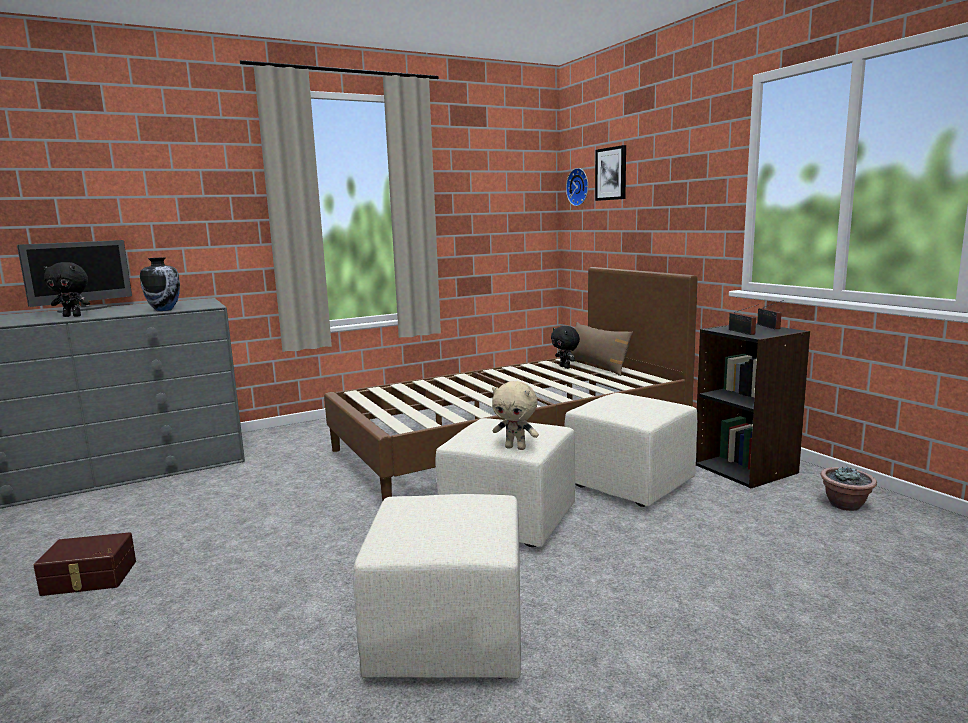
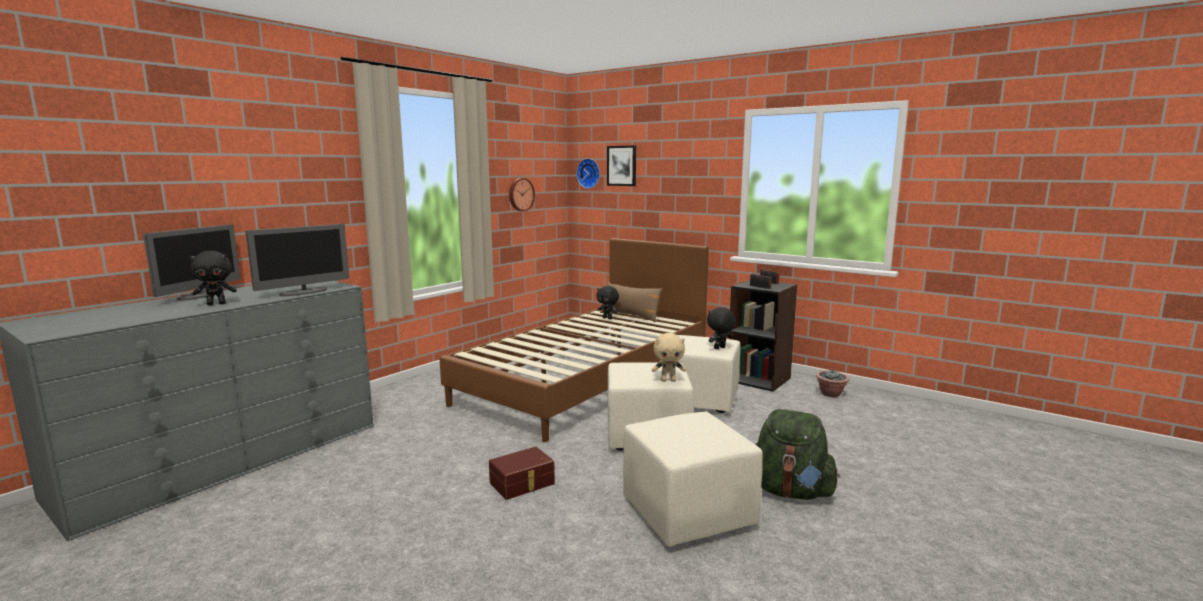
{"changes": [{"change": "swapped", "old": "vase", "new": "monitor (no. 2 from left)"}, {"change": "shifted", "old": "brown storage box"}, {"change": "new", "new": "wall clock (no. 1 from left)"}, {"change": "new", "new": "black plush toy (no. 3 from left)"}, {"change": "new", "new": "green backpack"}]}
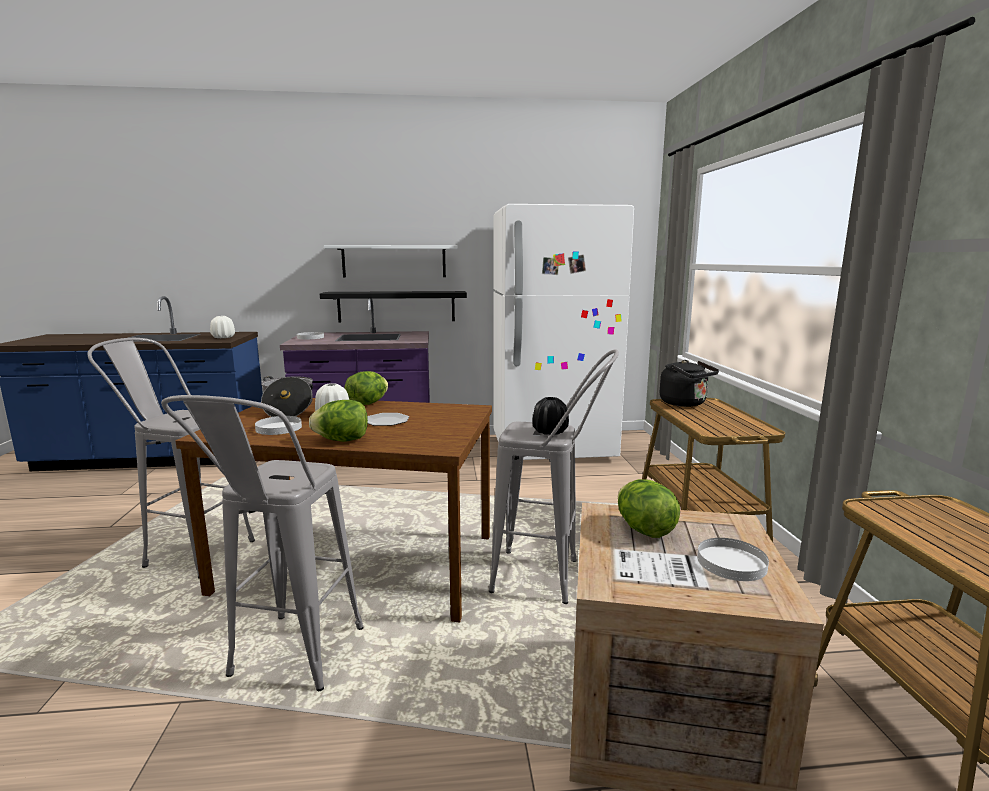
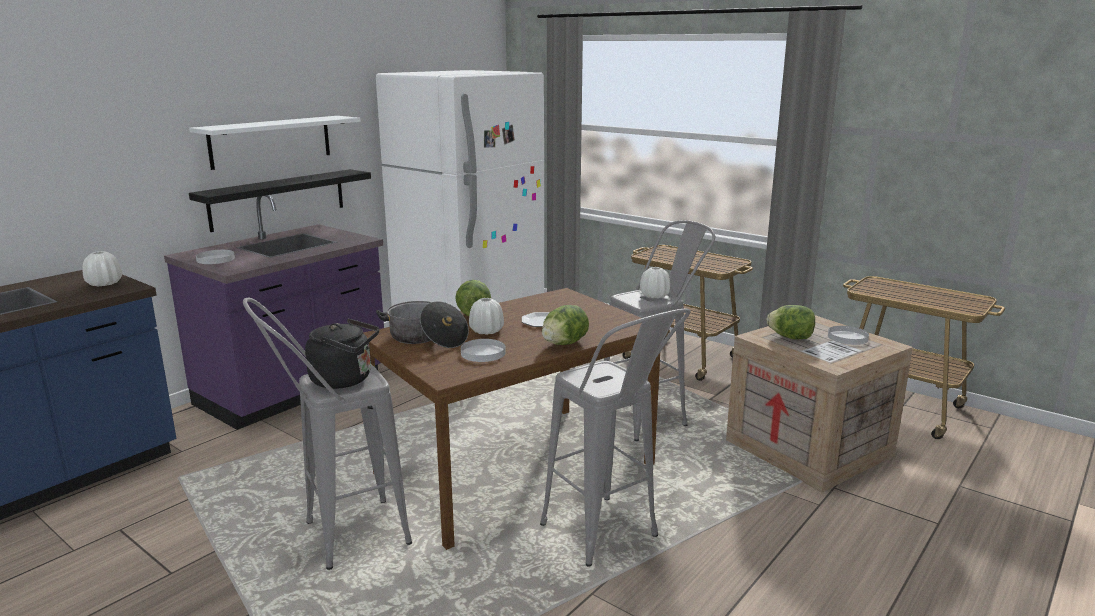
{"changes": [{"change": "shifted", "old": "black kettle"}, {"change": "repainted", "old": "black vase", "new": "white vase (no. 3 from left)"}]}
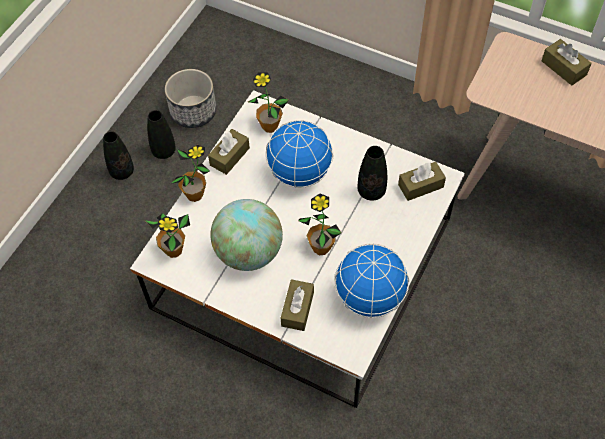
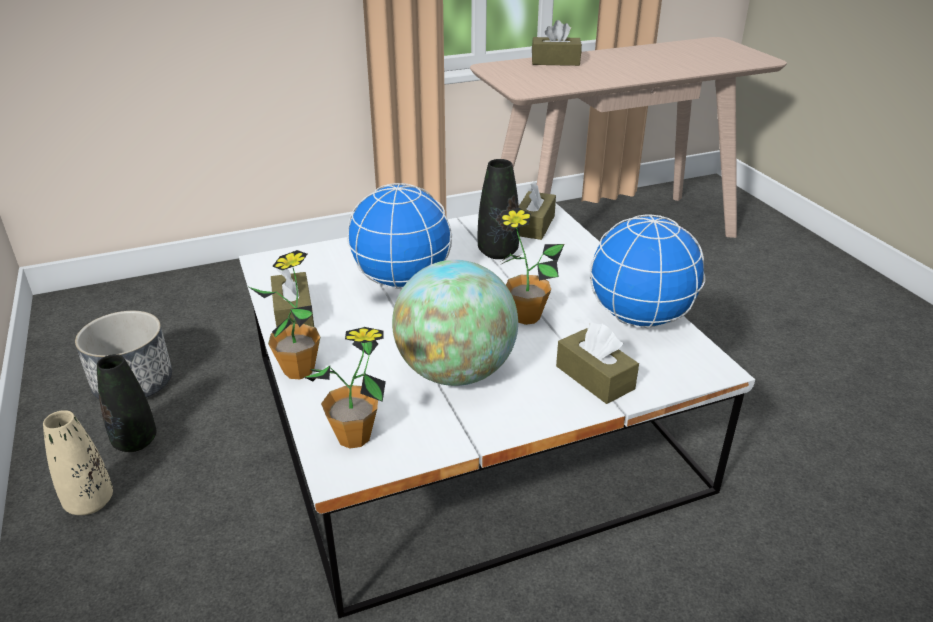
{"changes": [{"change": "repainted", "old": "black vase (no. 1 from left)", "new": "beige vase"}, {"change": "gone", "old": "potted plant (no. 3 from left)"}]}
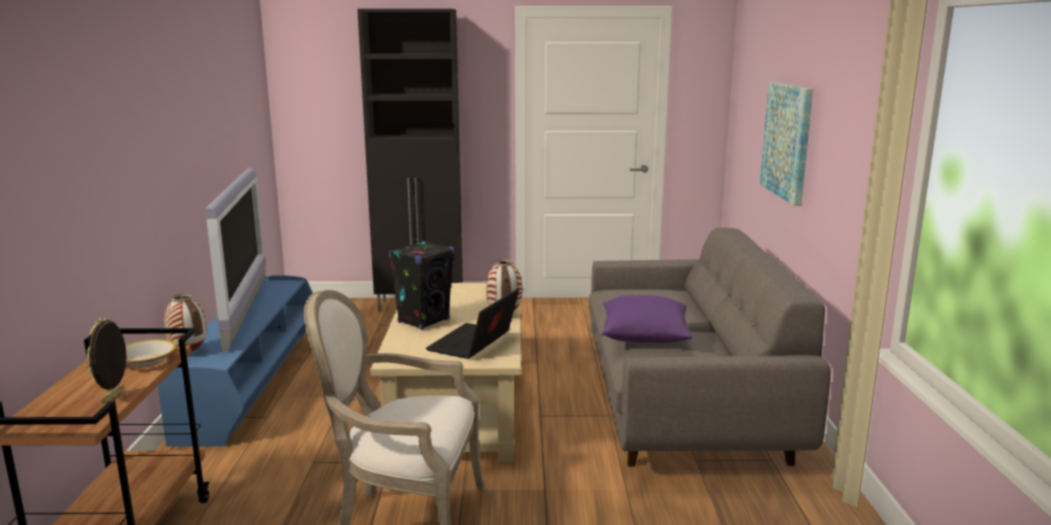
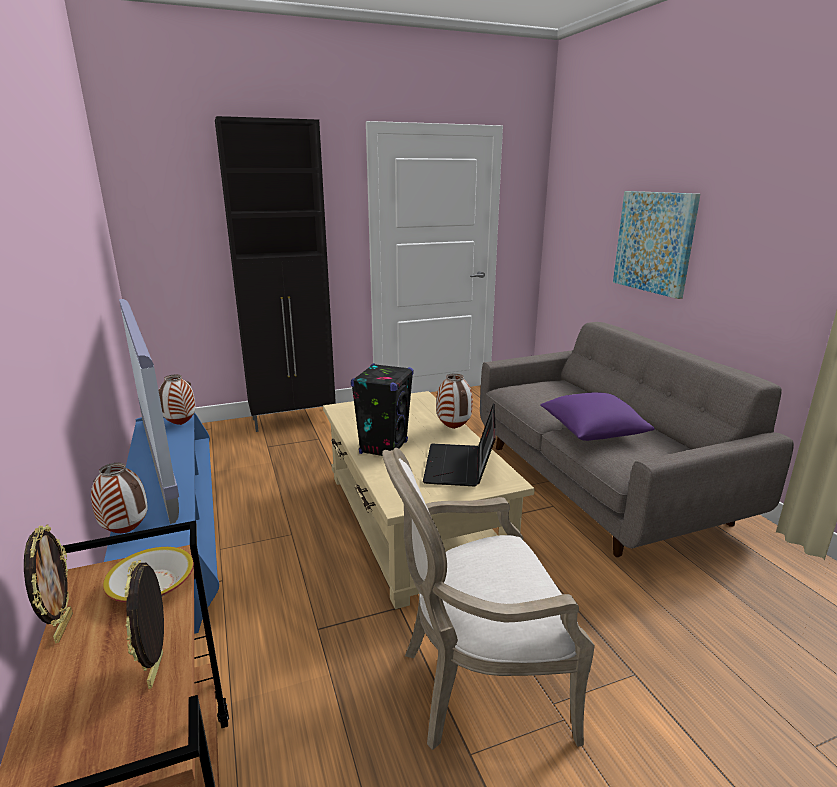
{"changes": [{"change": "new", "new": "picture frame (no. 1 from left)"}, {"change": "new", "new": "vase (no. 2 from left)"}]}
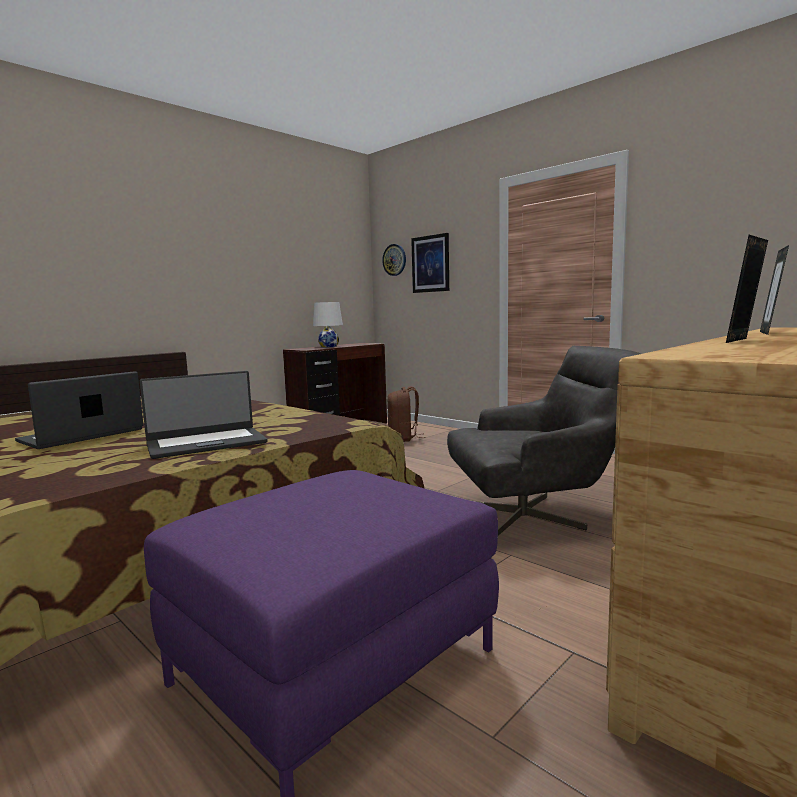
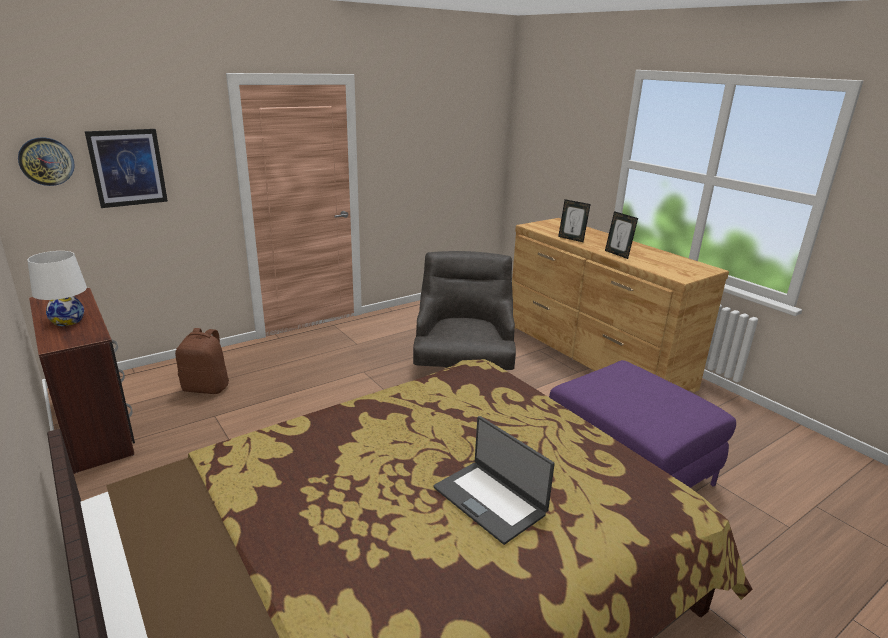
{"changes": [{"change": "gone", "old": "laptop (no. 2 from left)"}]}
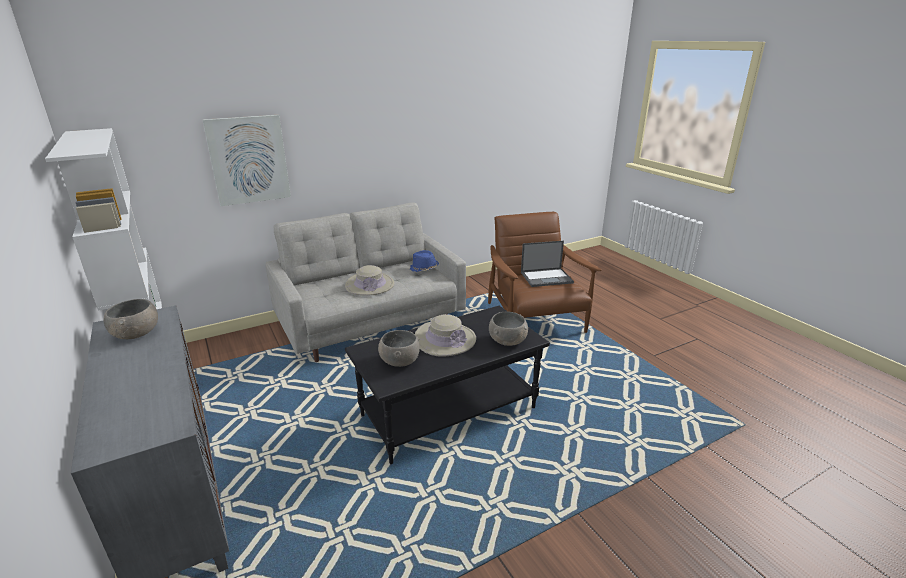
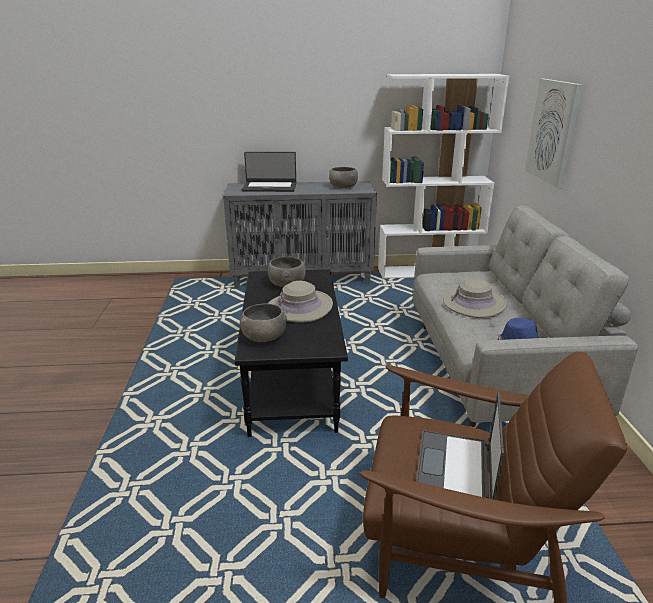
{"changes": [{"change": "new", "new": "laptop (no. 1 from left)"}]}
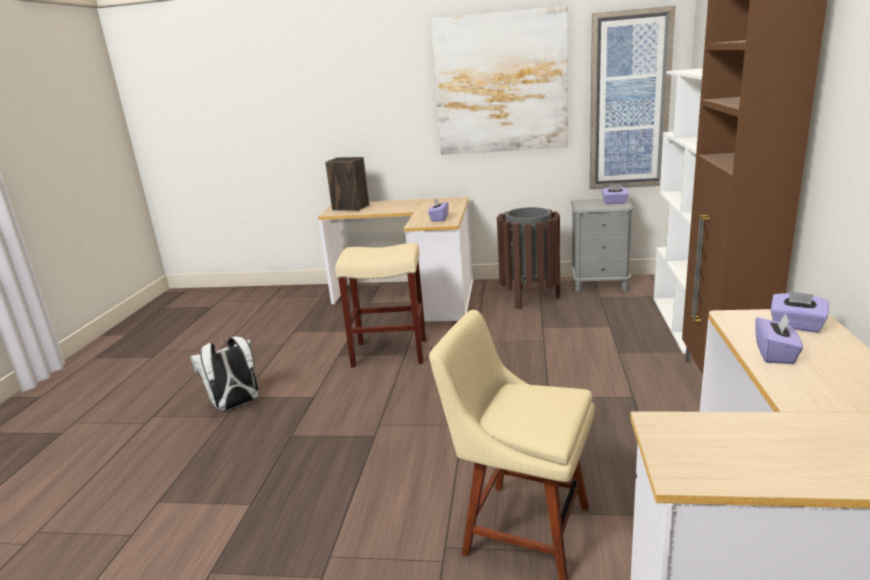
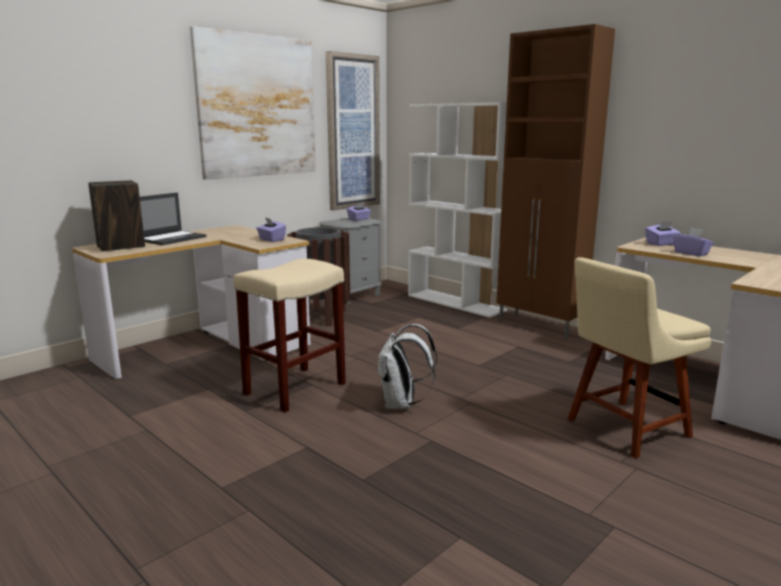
{"changes": [{"change": "new", "new": "laptop"}, {"change": "shifted", "old": "white backpack"}]}
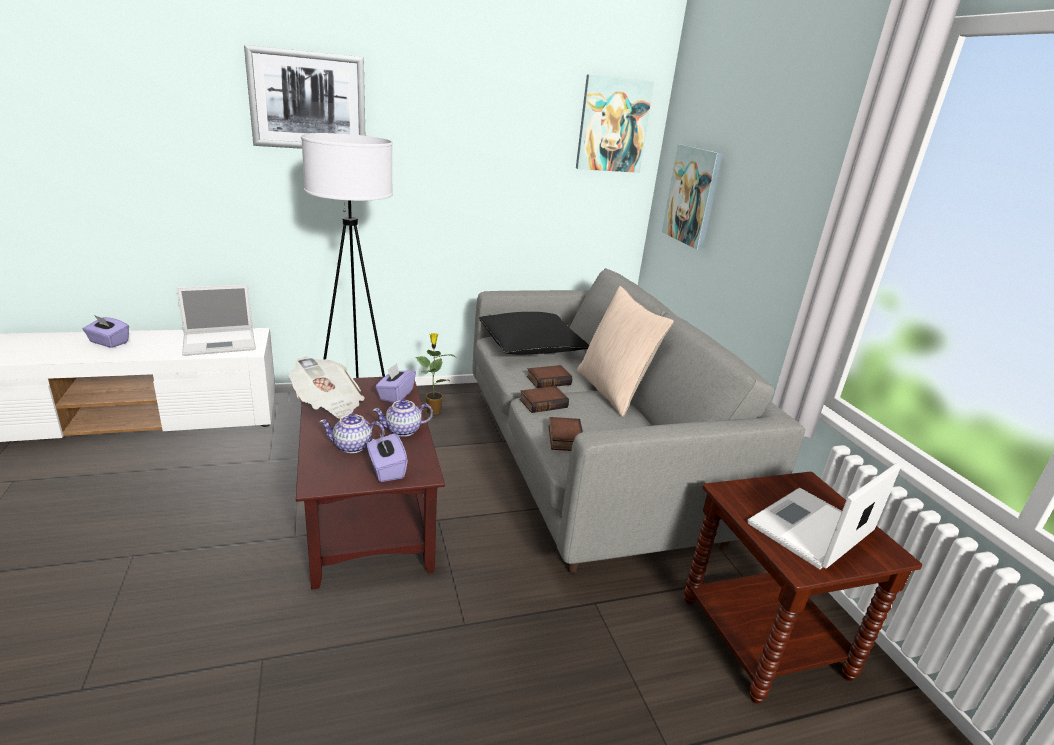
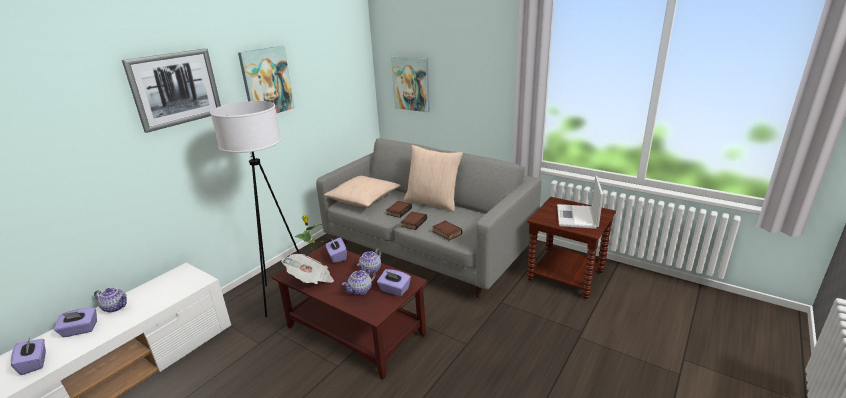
{"changes": [{"change": "new", "new": "purple tissue box (no. 1 from left)"}, {"change": "new", "new": "teapot (no. 1 from left)"}, {"change": "shifted", "old": "picture (no. 2 from left)"}, {"change": "repainted", "old": "black pillow", "new": "beige pillow (no. 1 from left)"}, {"change": "gone", "old": "laptop (no. 1 from left)"}]}
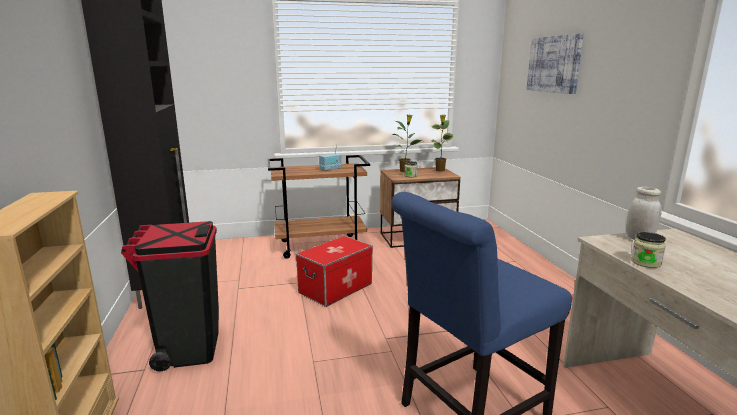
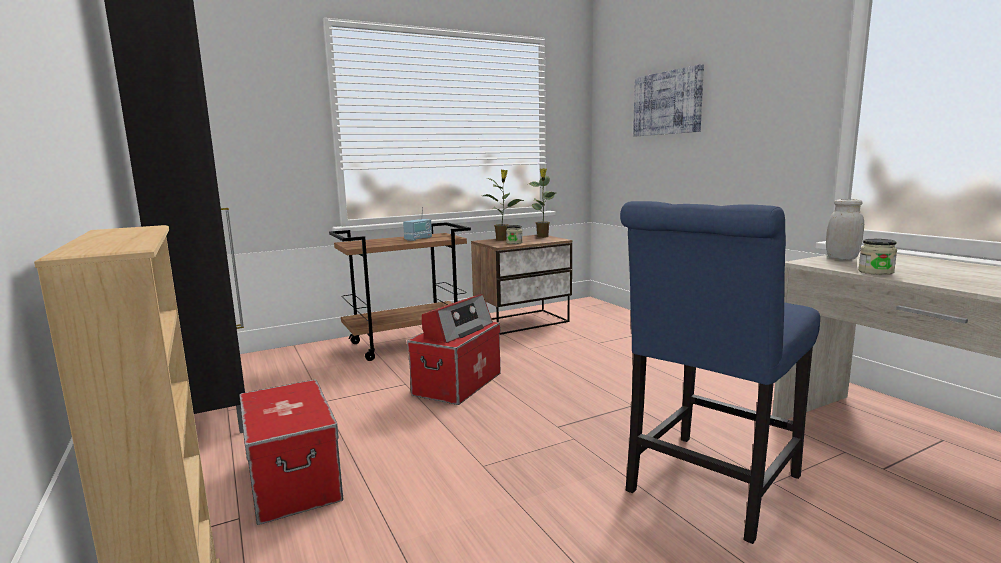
{"changes": [{"change": "swapped", "old": "black trash can", "new": "storage box (no. 1 from left)"}, {"change": "new", "new": "radio (no. 2 from left)"}]}
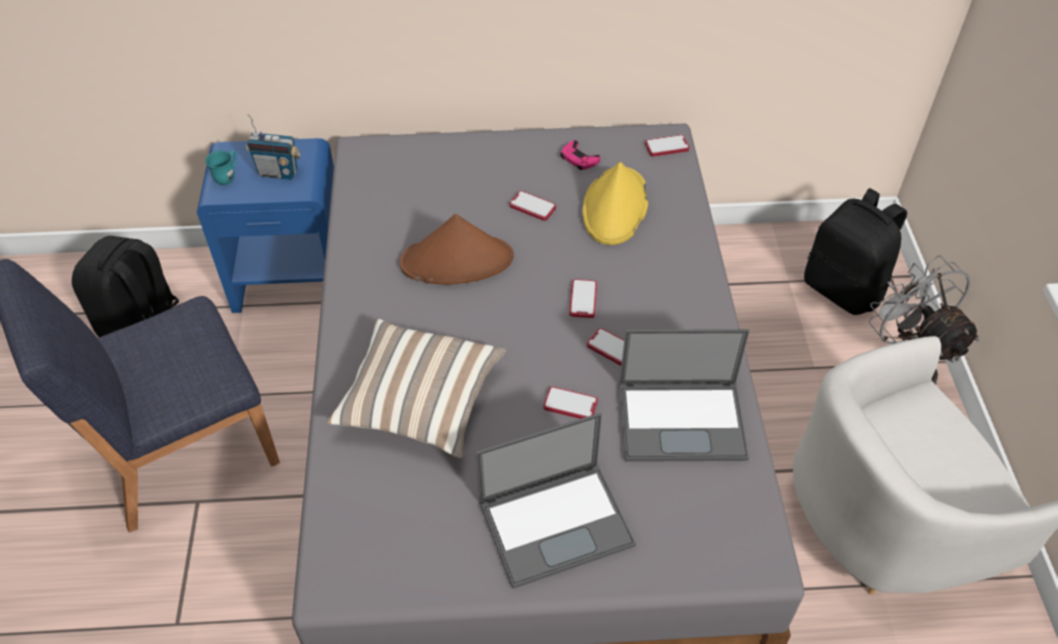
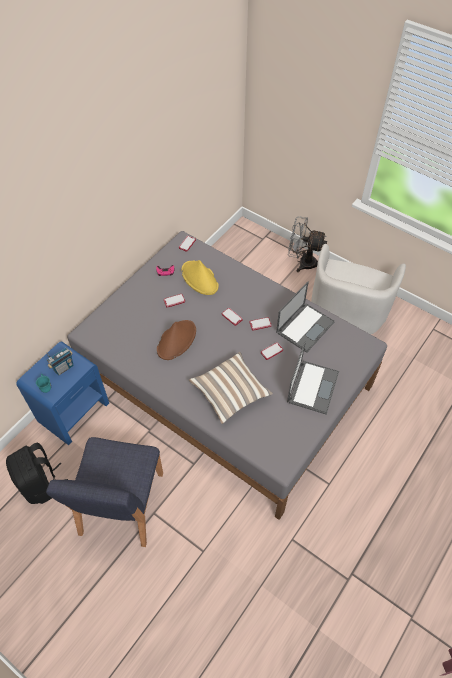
{"changes": [{"change": "gone", "old": "black backpack (no. 2 from left)"}]}
